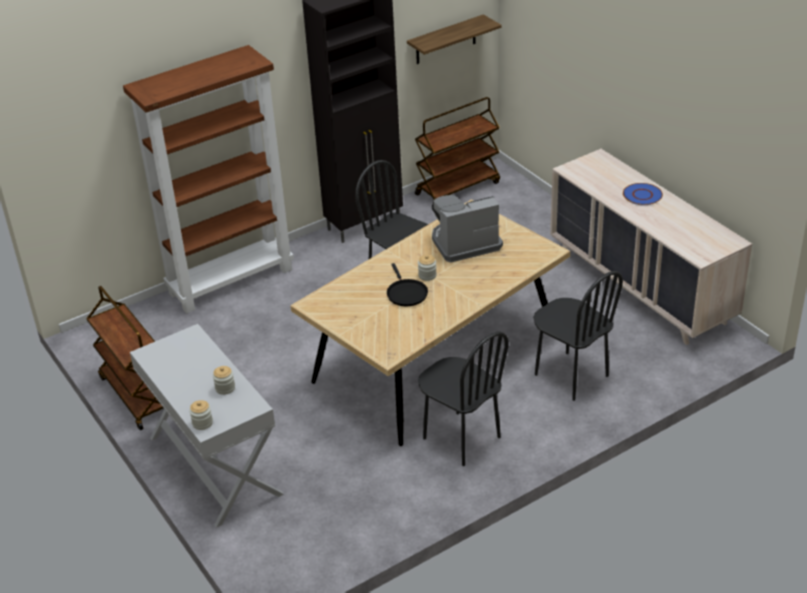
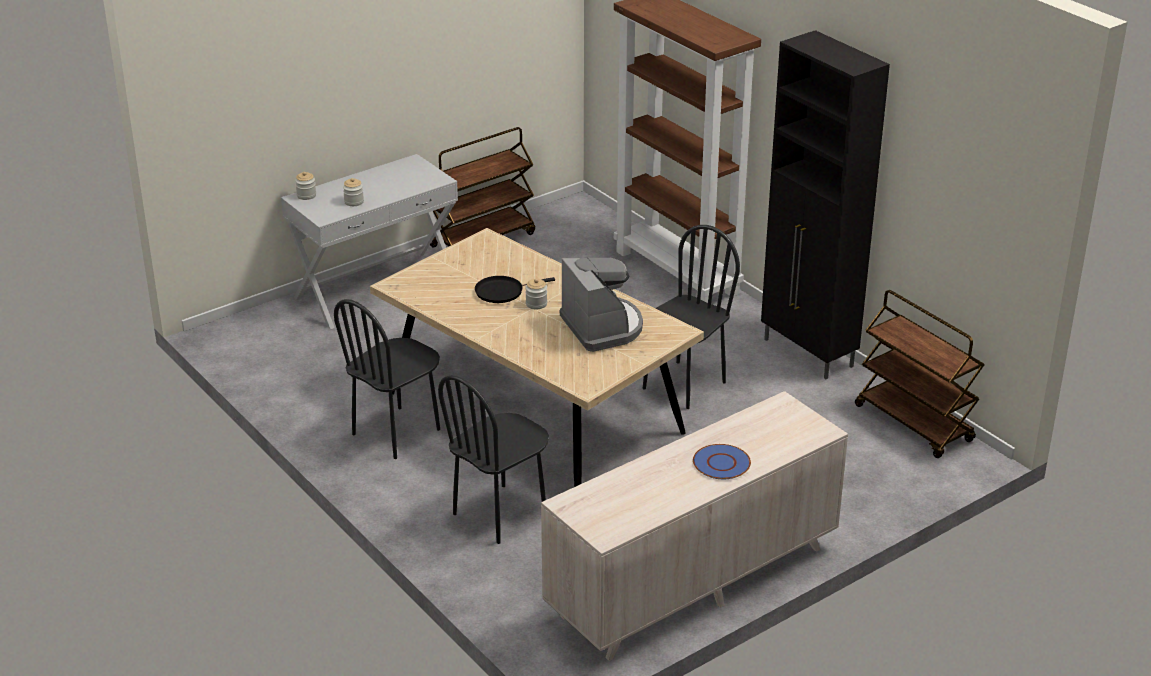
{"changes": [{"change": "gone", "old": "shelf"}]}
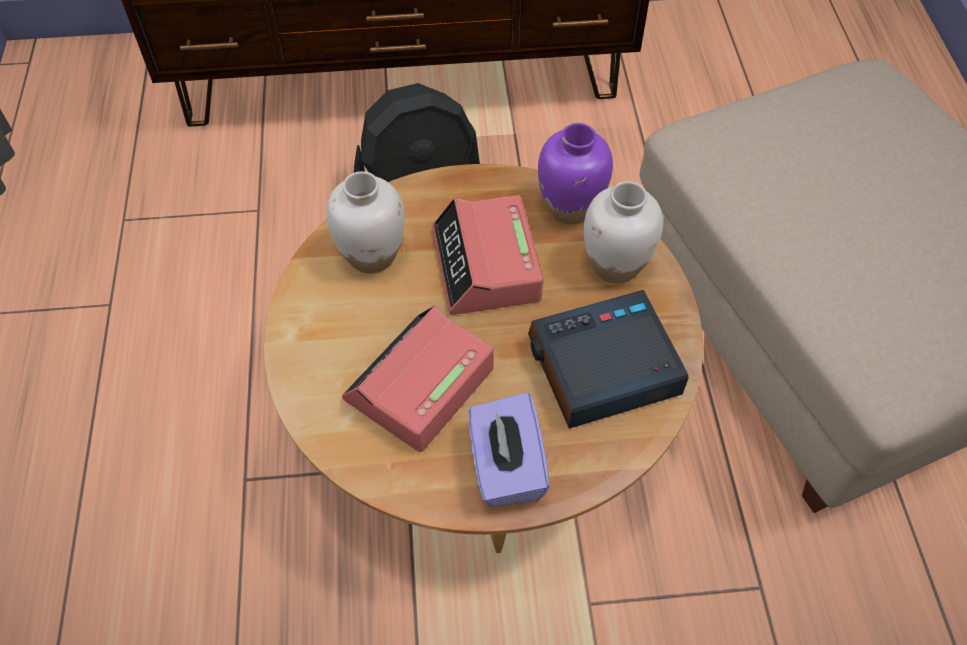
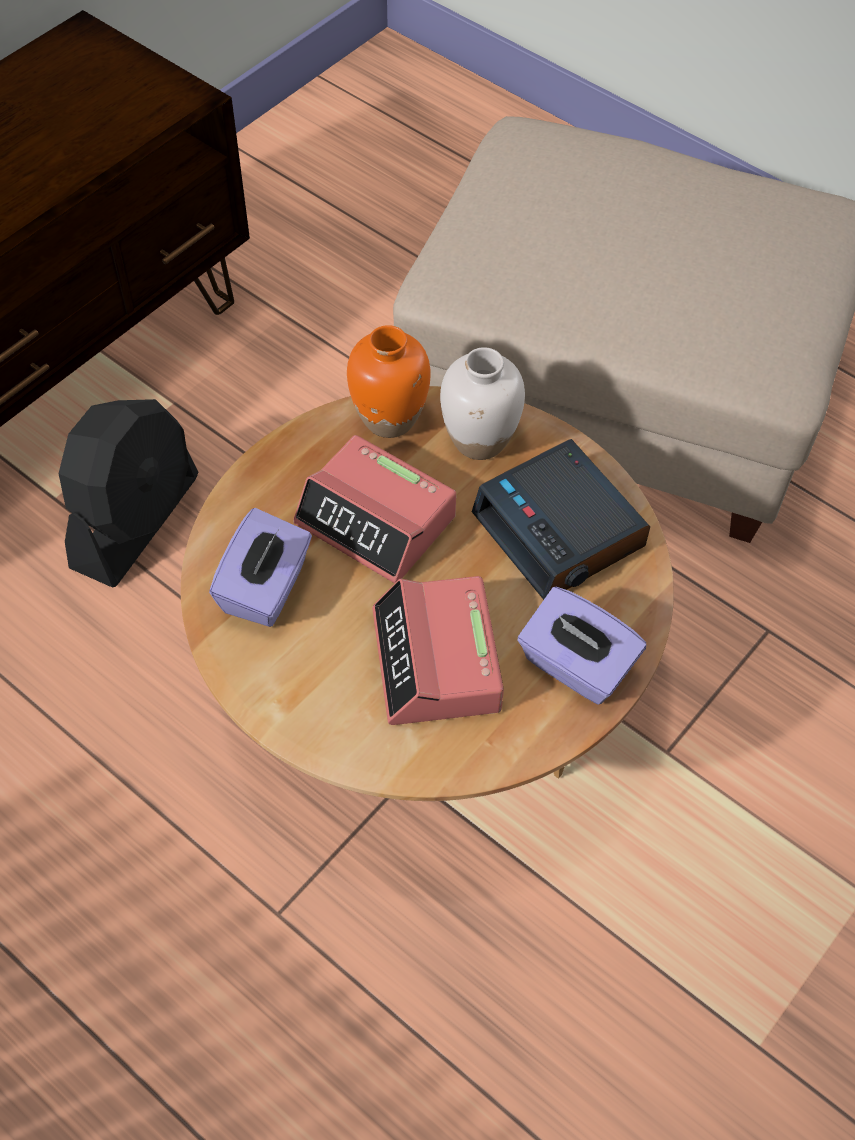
{"changes": [{"change": "swapped", "old": "white vase (no. 1 from left)", "new": "purple tissue box (no. 1 from left)"}, {"change": "repainted", "old": "purple vase", "new": "orange vase"}, {"change": "rotated", "old": "alarm clock (no. 3 from left)", "degrees": -60}]}
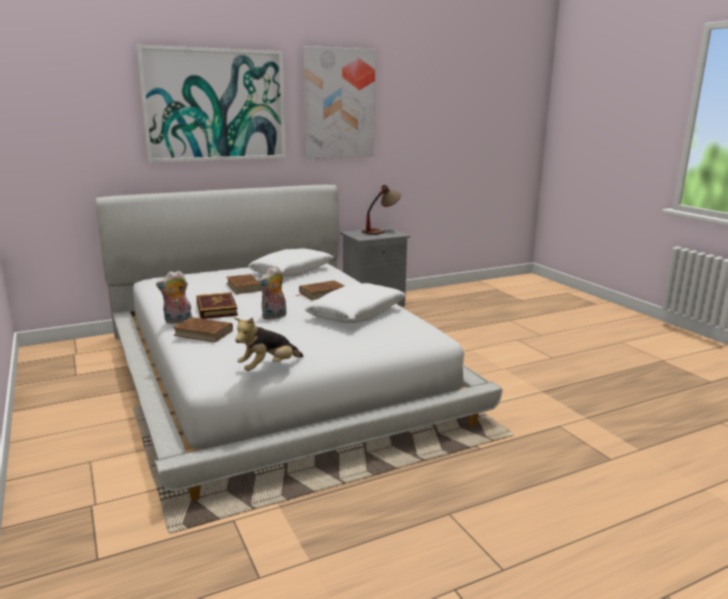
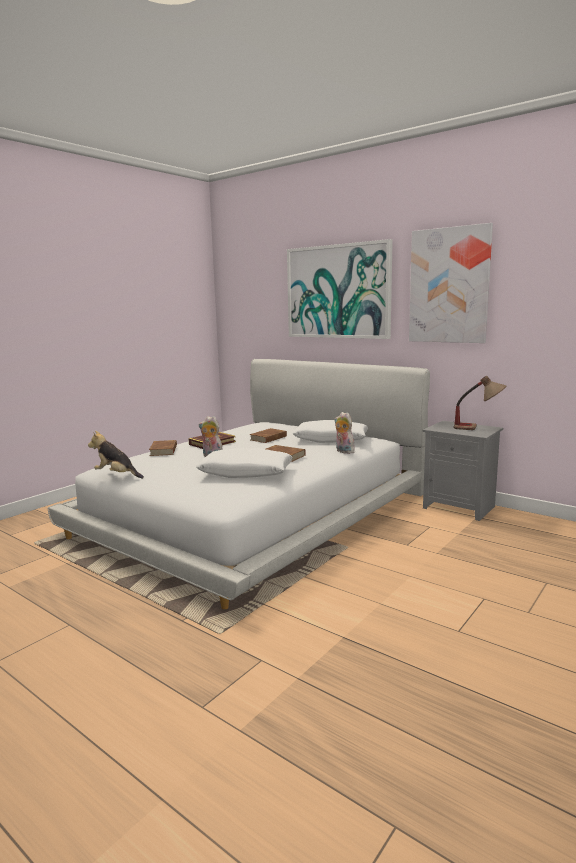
{"changes": [{"change": "shifted", "old": "plush toy (no. 1 from left in the first image)", "new": "plush toy (no. 3 from left)"}]}
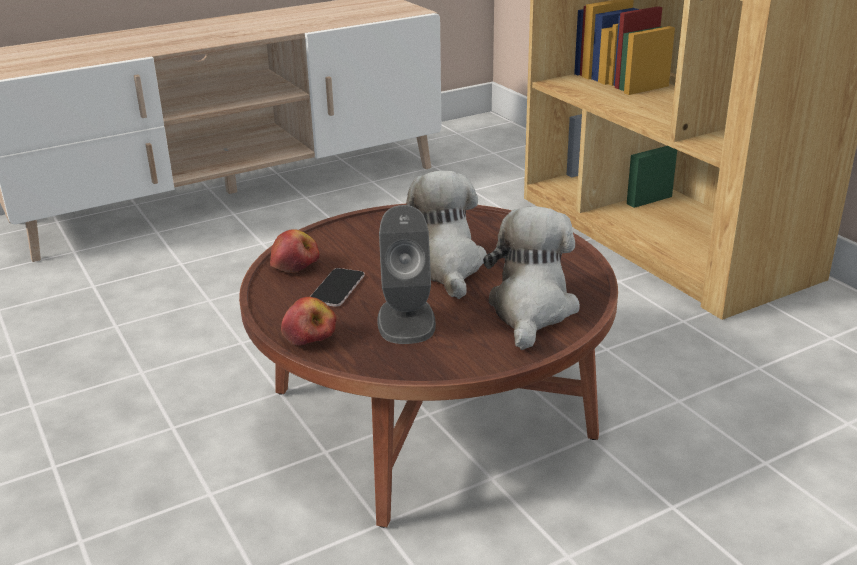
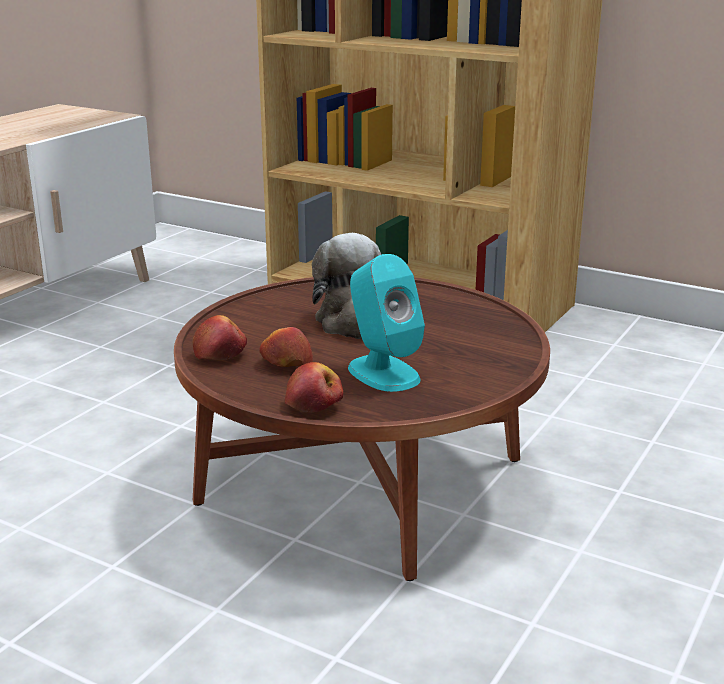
{"changes": [{"change": "swapped", "old": "phone", "new": "apple (no. 2 from left)"}, {"change": "repainted", "old": "grey speaker", "new": "turquoise speaker"}, {"change": "gone", "old": "plush toy (no. 2 from left)"}]}
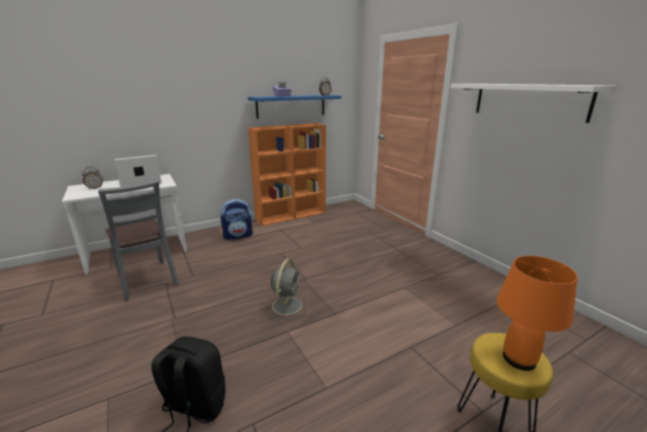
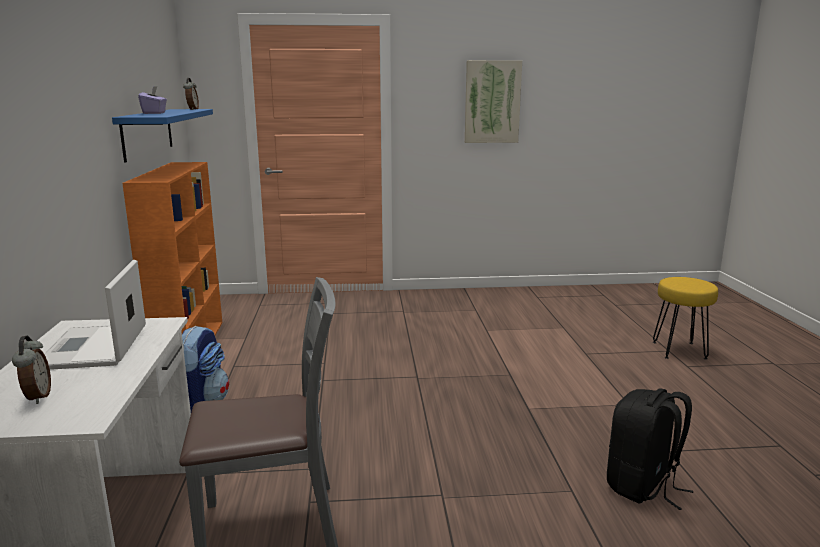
{"changes": [{"change": "swapped", "old": "white shelf", "new": "picture"}, {"change": "gone", "old": "grey fan"}, {"change": "gone", "old": "orange table lamp"}]}
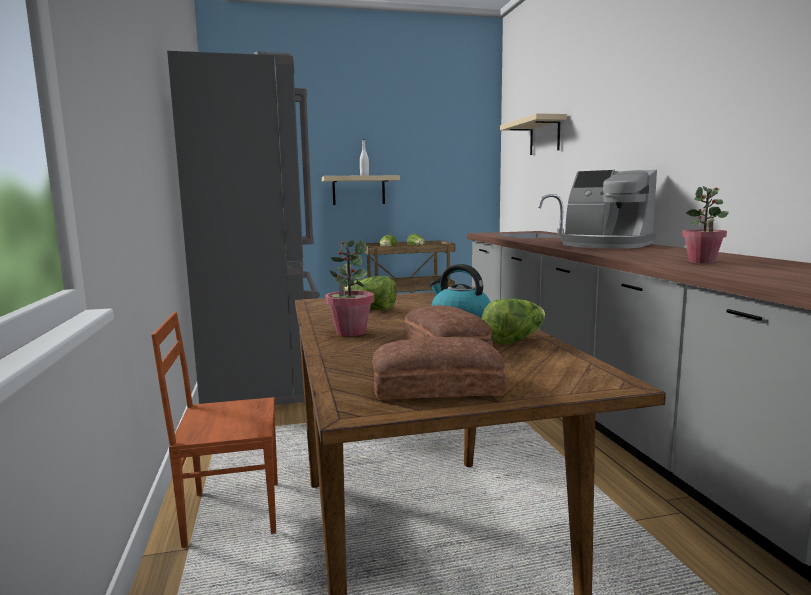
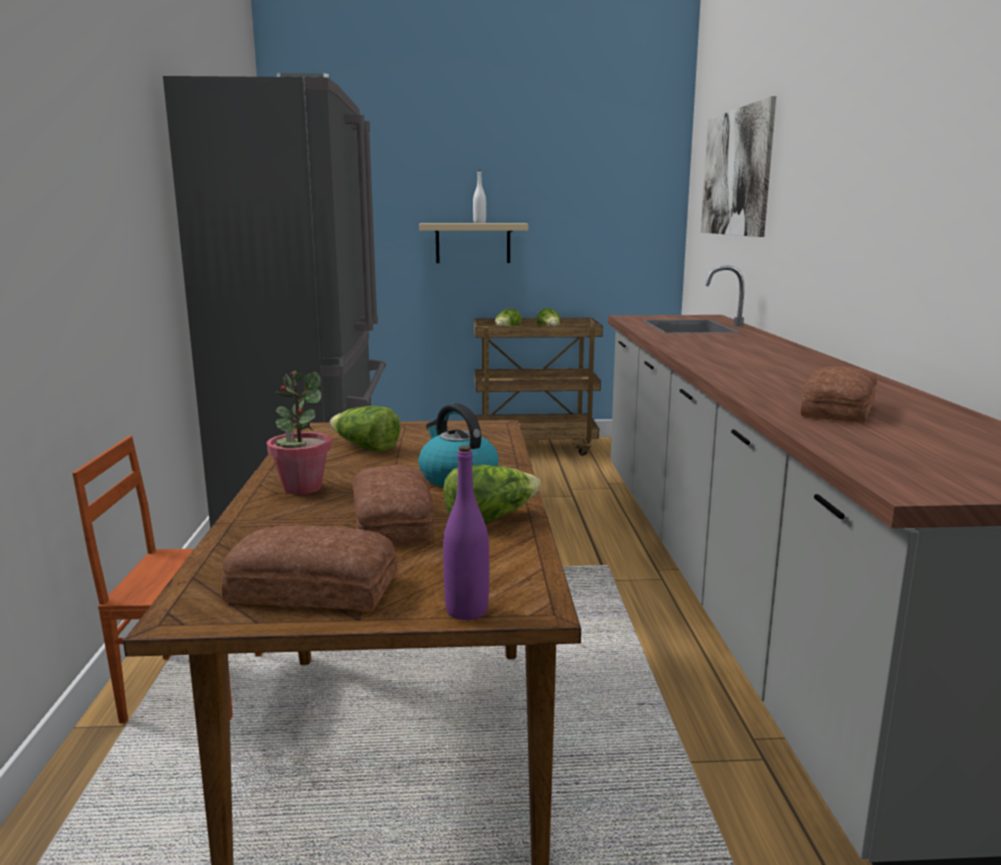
{"changes": [{"change": "new", "new": "purple bottle"}, {"change": "swapped", "old": "beige shelf (no. 2 from left)", "new": "picture"}, {"change": "swapped", "old": "potted plant (no. 2 from left)", "new": "bread (no. 3 from left)"}, {"change": "gone", "old": "coffee machine"}]}
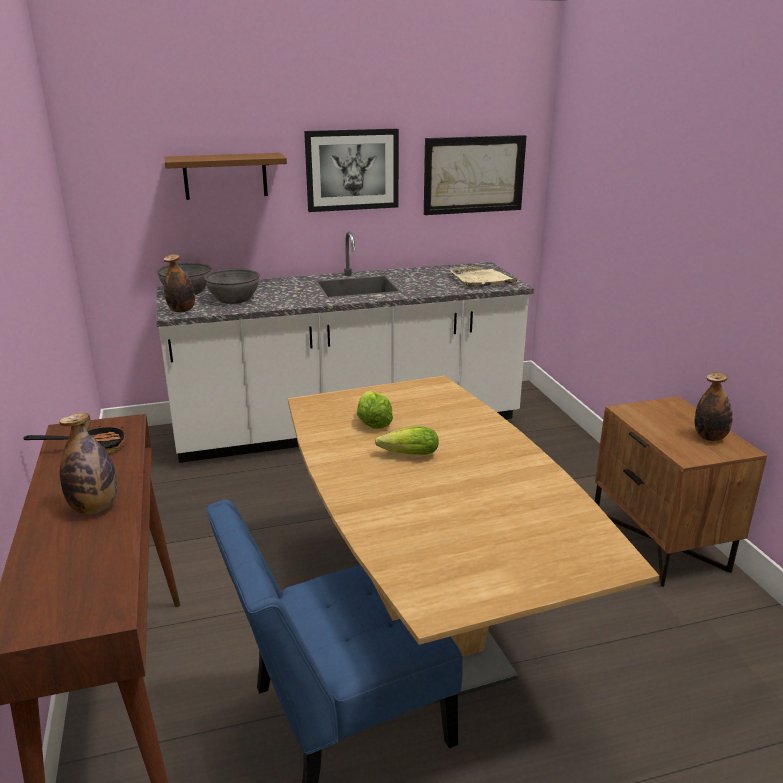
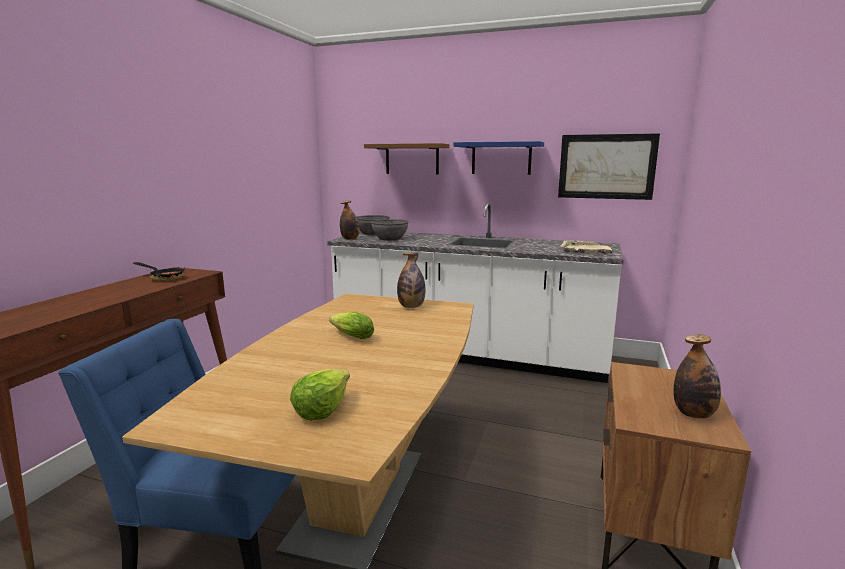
{"changes": [{"change": "shifted", "old": "lettuce (no. 1 from left)"}, {"change": "shifted", "old": "bottle (no. 1 from left in the first image)", "new": "bottle (no. 2 from left)"}, {"change": "swapped", "old": "picture (no. 1 from left)", "new": "blue shelf"}]}
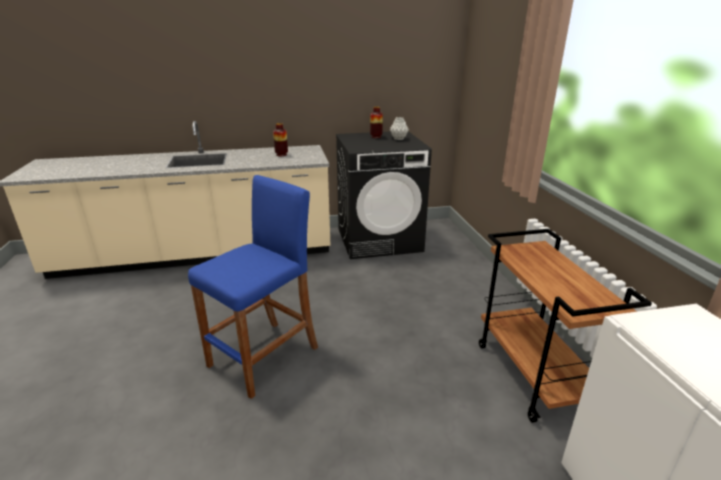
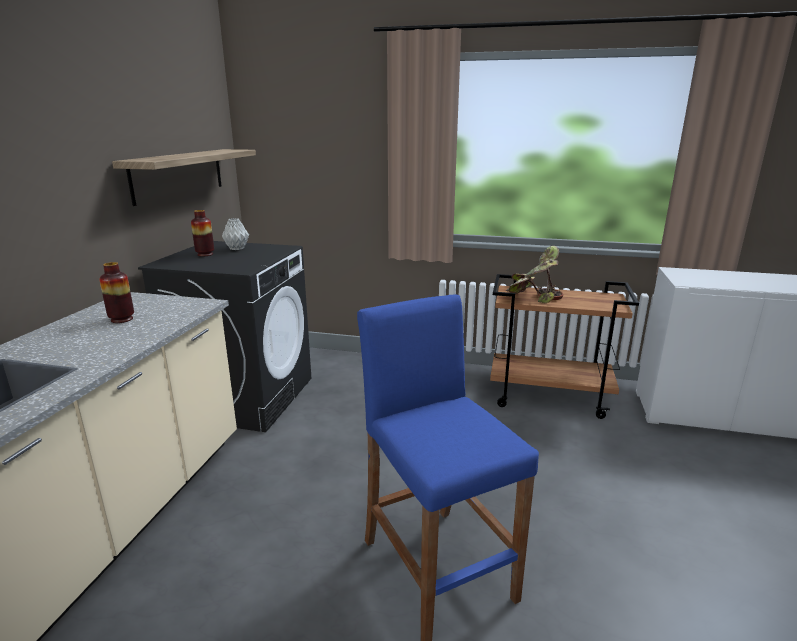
{"changes": [{"change": "new", "new": "shelf"}, {"change": "new", "new": "potted plant"}]}
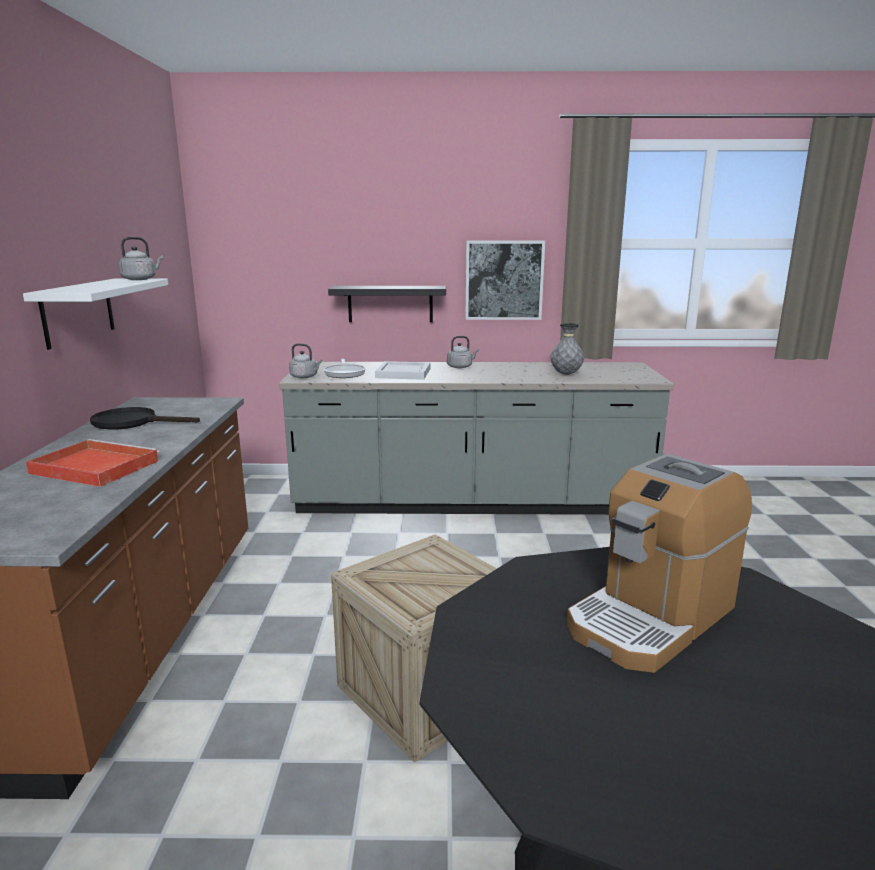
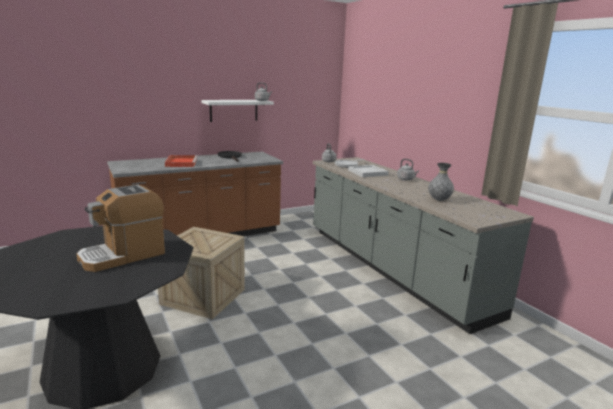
{"changes": [{"change": "rotated", "old": "coffee machine", "degrees": -60}, {"change": "gone", "old": "black shelf"}, {"change": "gone", "old": "picture"}]}
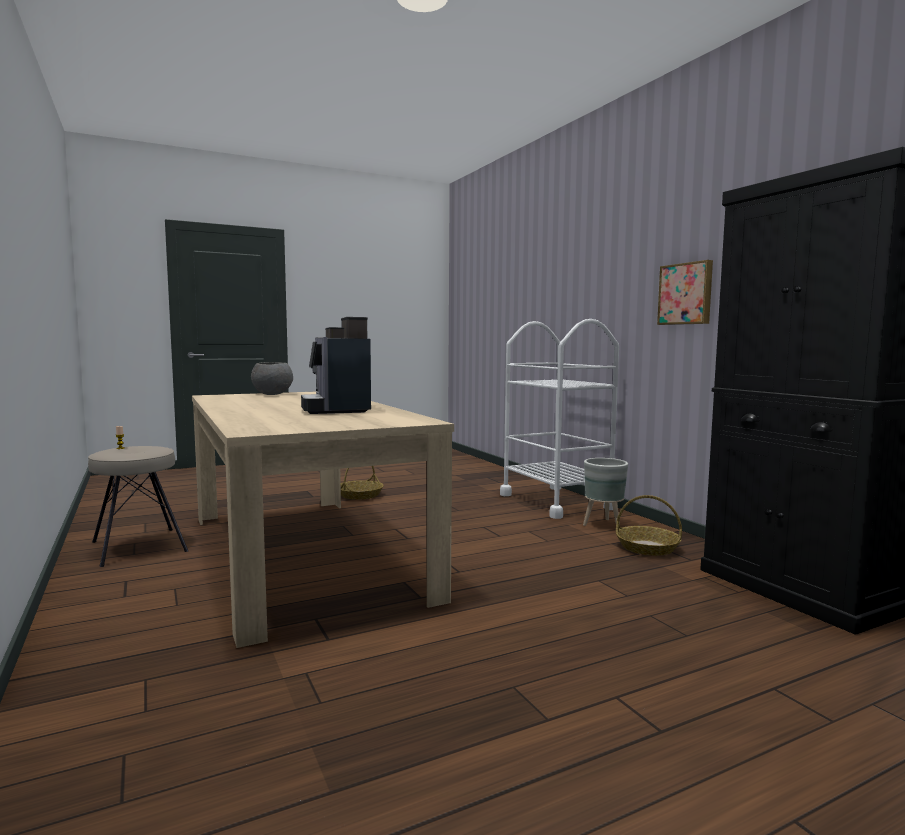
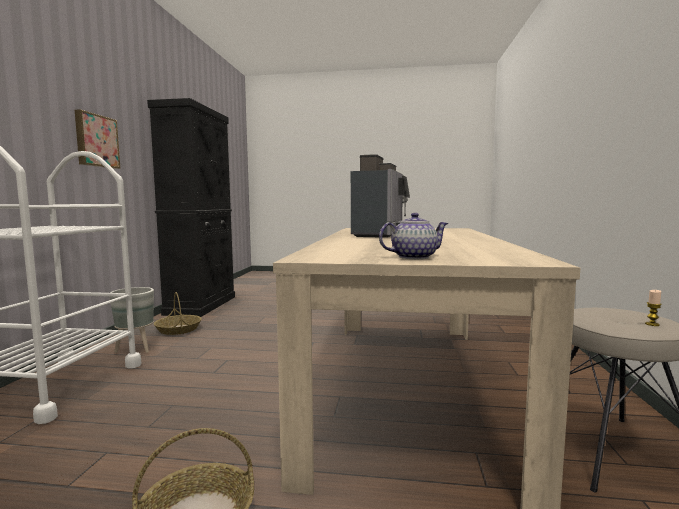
{"changes": [{"change": "swapped", "old": "grey bowl", "new": "teapot"}]}
